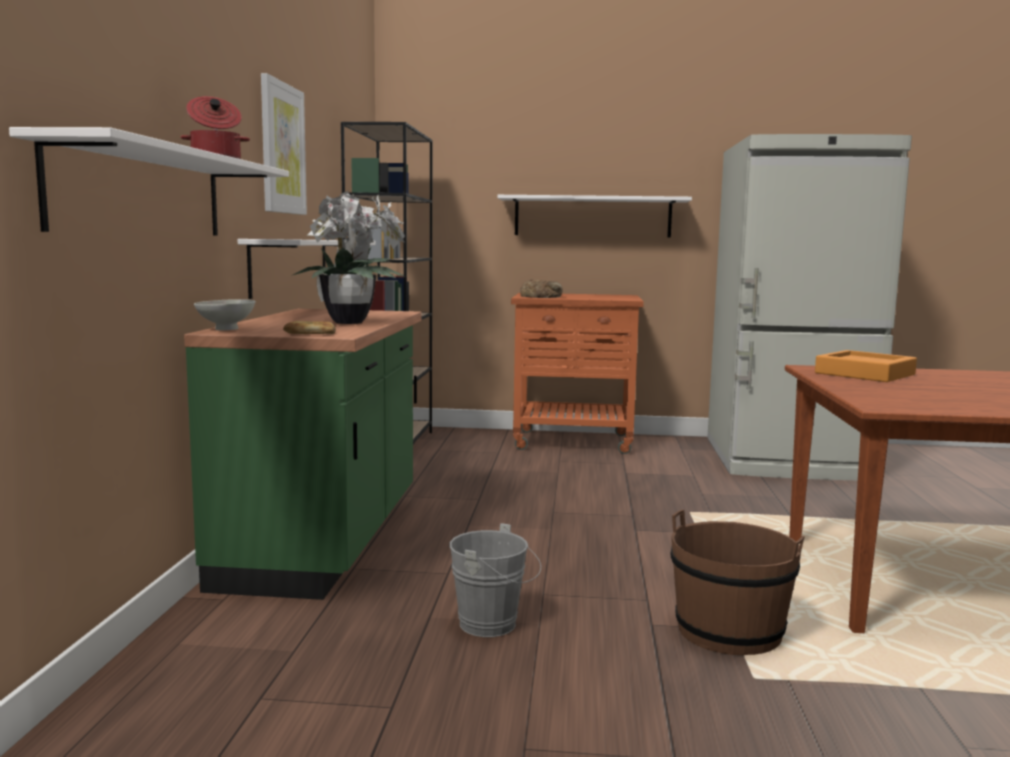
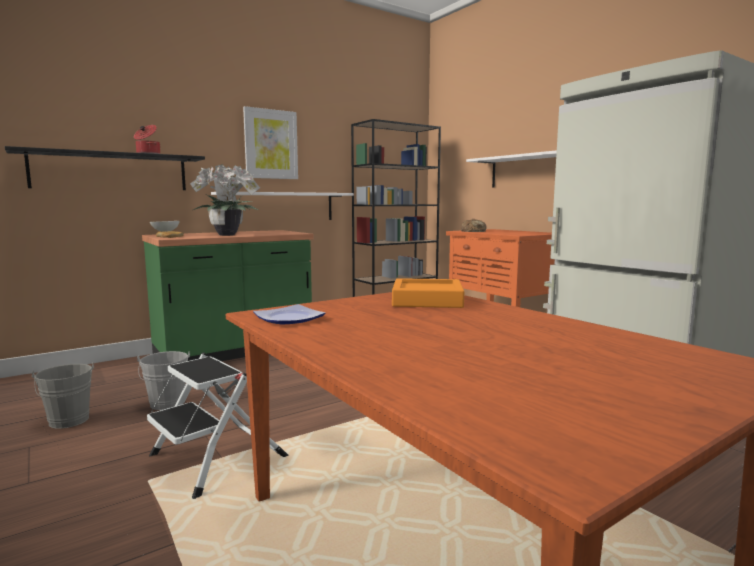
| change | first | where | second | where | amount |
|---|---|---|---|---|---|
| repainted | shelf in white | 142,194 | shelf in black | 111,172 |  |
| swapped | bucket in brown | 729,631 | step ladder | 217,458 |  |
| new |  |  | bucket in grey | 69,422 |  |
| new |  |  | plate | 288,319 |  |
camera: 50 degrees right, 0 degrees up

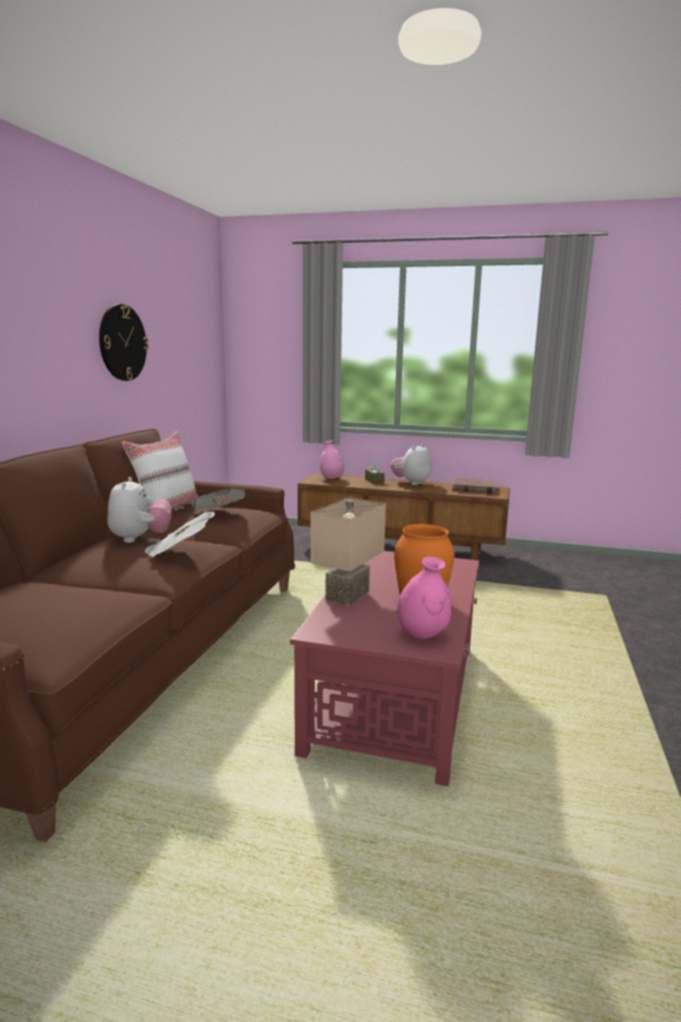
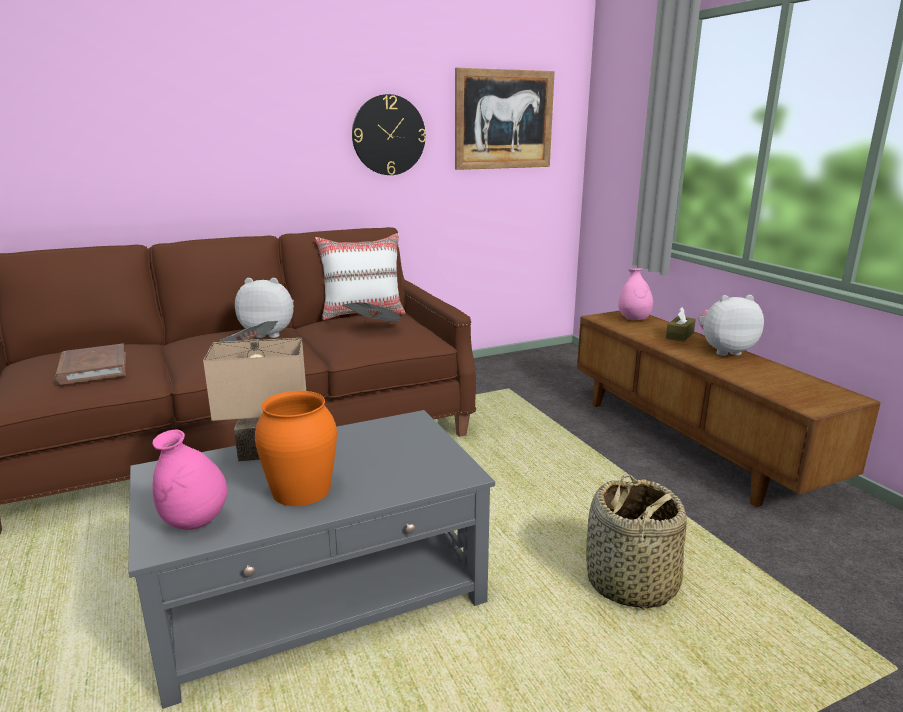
| change | first | where | second | where | amount |
|---|---|---|---|---|---|
| rotated | plush toy | 140,539 |  | 269,334 | 135 degrees counterclockwise |
| repainted | coffee table in red | 396,696 | coffee table in grey | 321,595 |  |
| shifted | book in brown | 474,488 |  | 92,368 |  |
| new |  |  | picture | 504,120 |  |
| new |  |  | basket | 630,583 |  |
camera: 50 degrees right, 5 degrees up

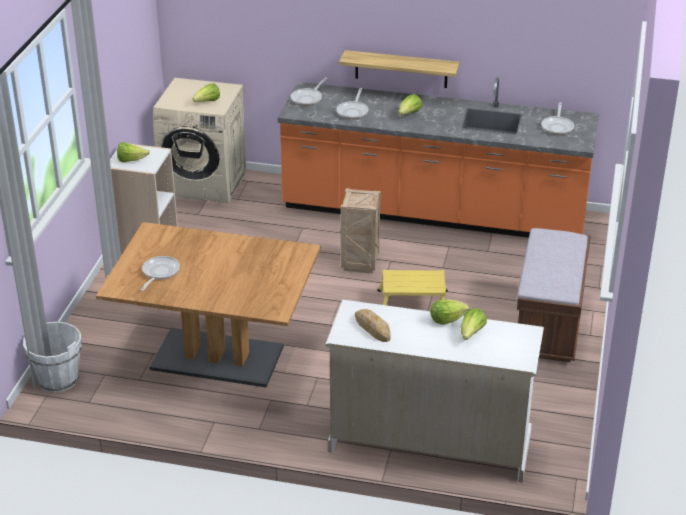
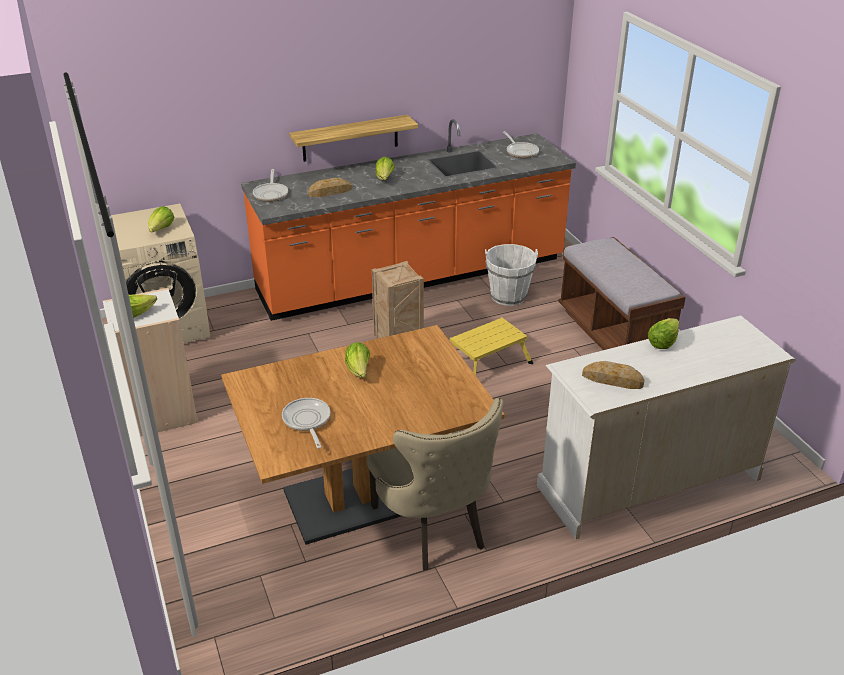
| change | first | where | second | where | amount |
|---|---|---|---|---|---|
| shifted | bucket in white | 58,379 |  | 508,296 |  |
| swapped | frying pan | 353,111 | bread | 330,192 |  |
| shifted | lettuce | 471,334 |  | 359,371 |  |
| new |  |  | chair in beige | 434,529 |  |
camera: 35 degrees left, 0 degrees up

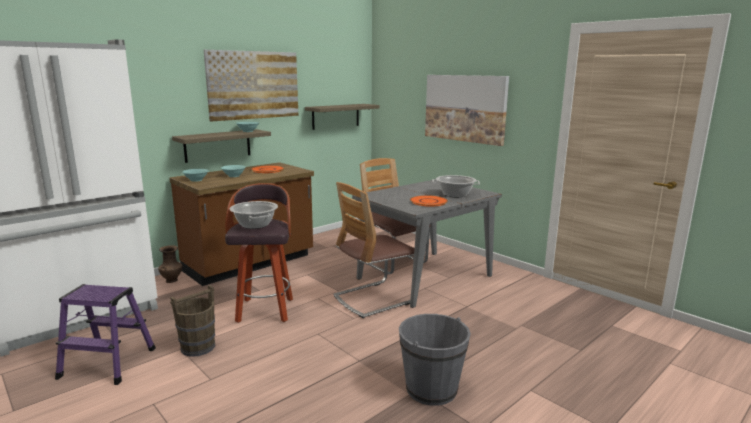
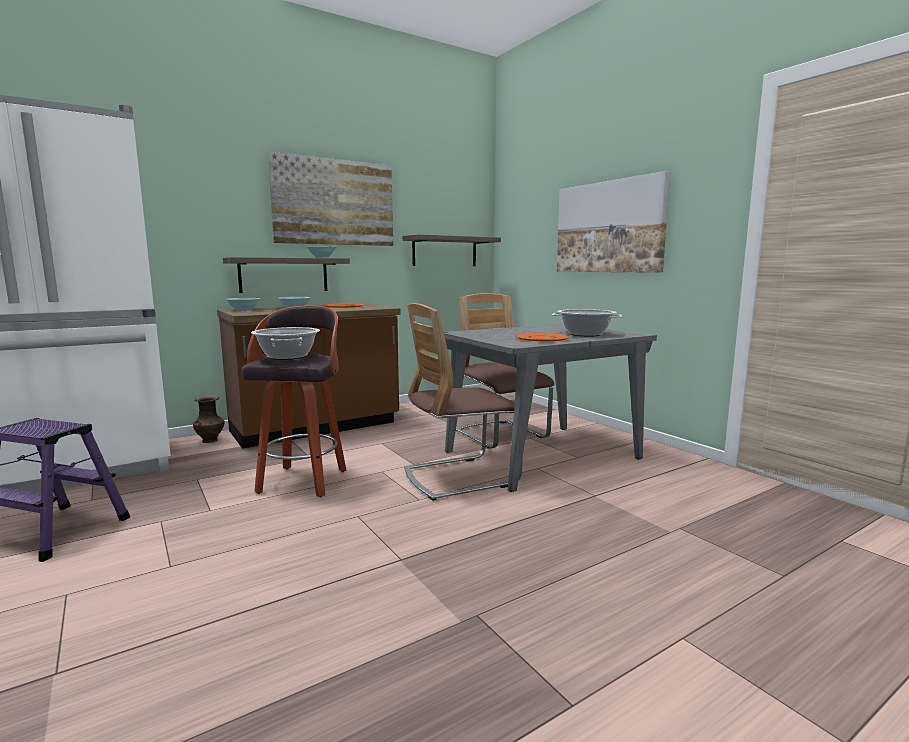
| change | first | where | second | where | amount |
|---|---|---|---|---|---|
| gone | bucket in brown | 198,347 |  |  |  |
| gone | bucket in grey | 431,389 |  |  |  |
camera: 10 degrees right, 5 degrees down

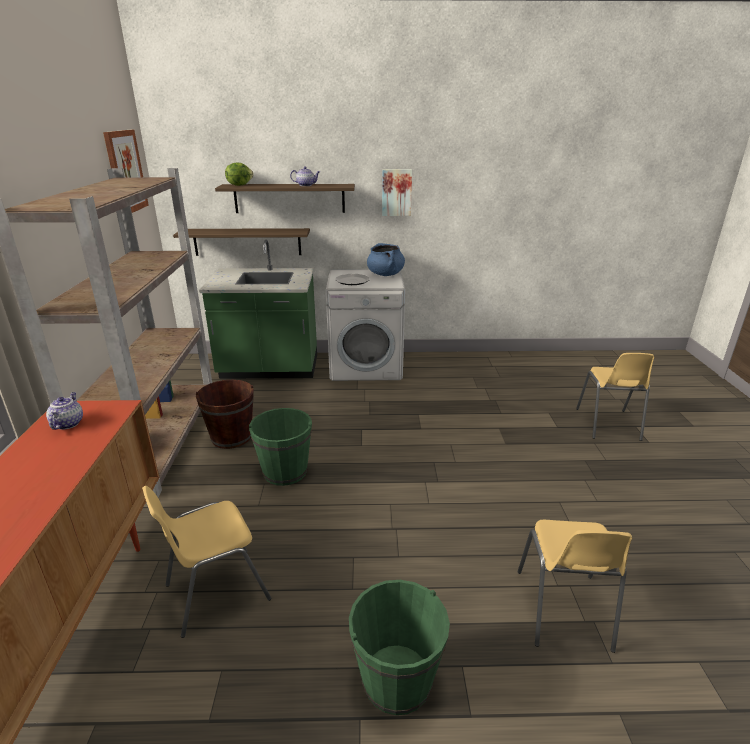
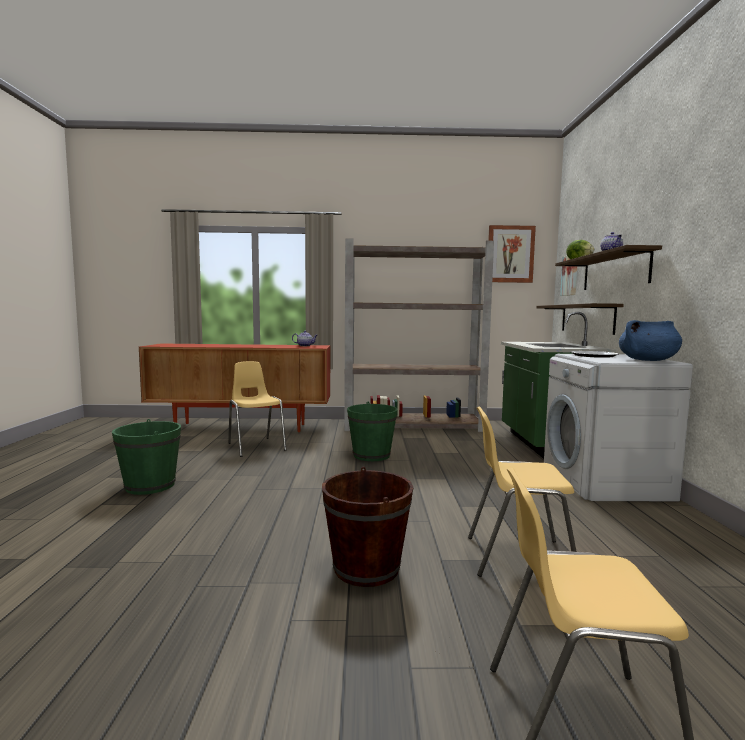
| change | first | where | second | where | amount |
|---|---|---|---|---|---|
| shifted | bucket in brown | 231,437 |  | 366,568 |  |
| shifted | picture | 396,192 |  | 570,275 |  |
| shifted | chair in yellow | 563,610 |  | 518,558 |  |
camera: 90 degrees right, 20 degrees down

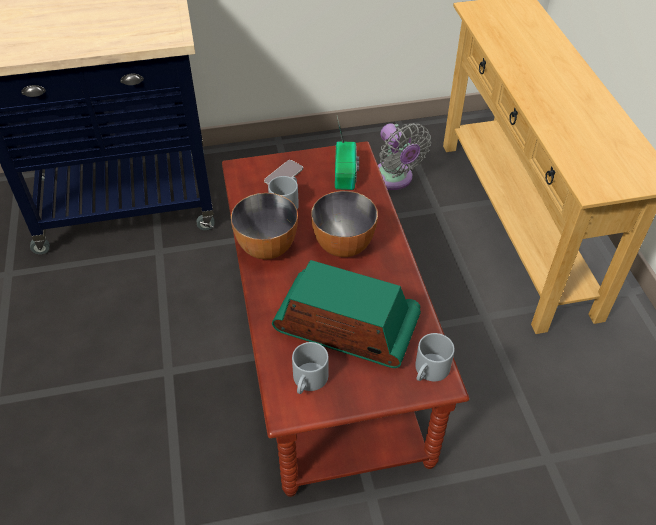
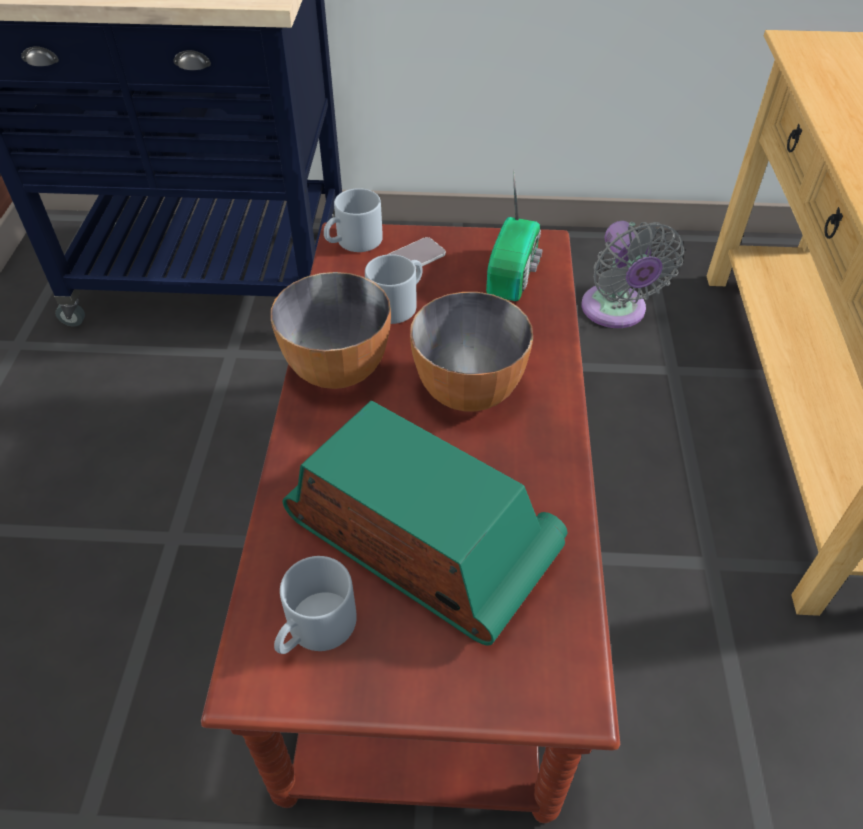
| change | first | where | second | where | amount |
|---|---|---|---|---|---|
| shifted | mug in grey | 429,371 |  | 353,242 |  |
camera: 15 degrees right, 0 degrees up

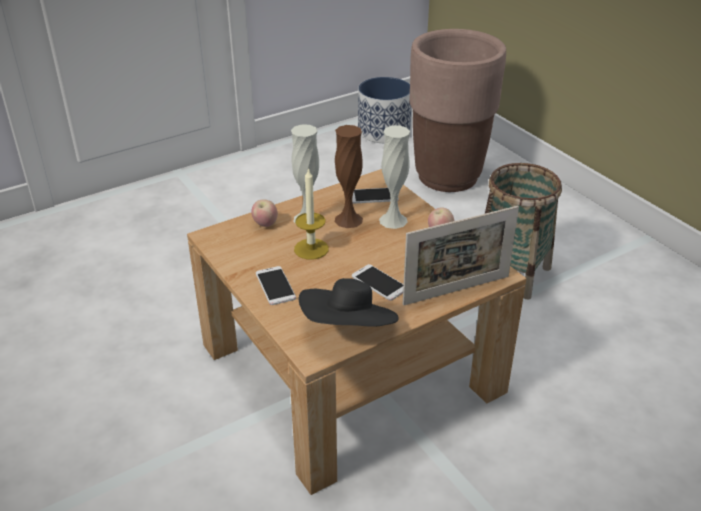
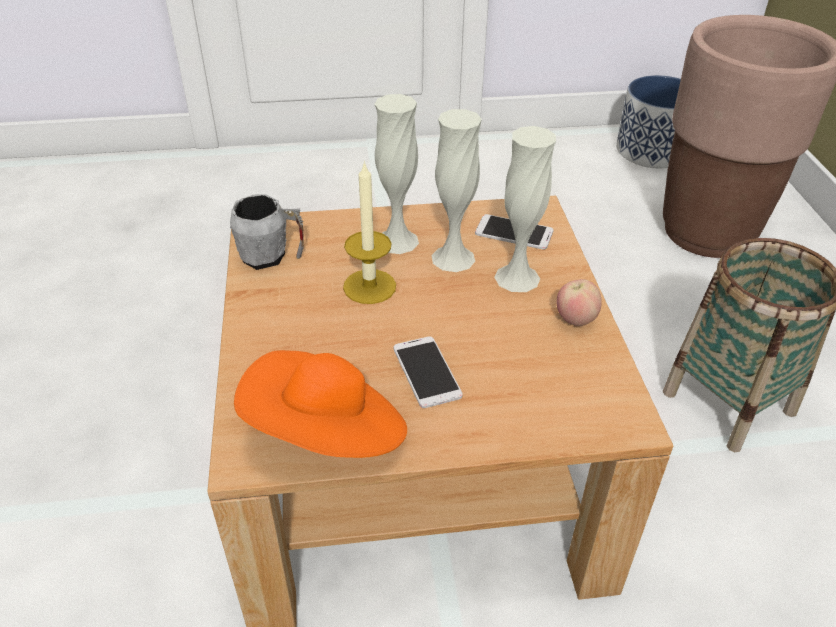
| change | first | where | second | where | amount |
|---|---|---|---|---|---|
| gone | apple | 265,224 |  |  |  |
| gone | phone | 275,286 |  |  |  |
| repainted | hat in black | 349,329 | hat in orange | 328,434 |  |
| repainted | vase in brown | 348,220 | vase in white | 453,258 |  |
| gone | picture frame | 456,290 |  |  |  |
| new |  |  | mug in grey | 272,257 |  |
camera: 25 degrees right, 5 degrees up

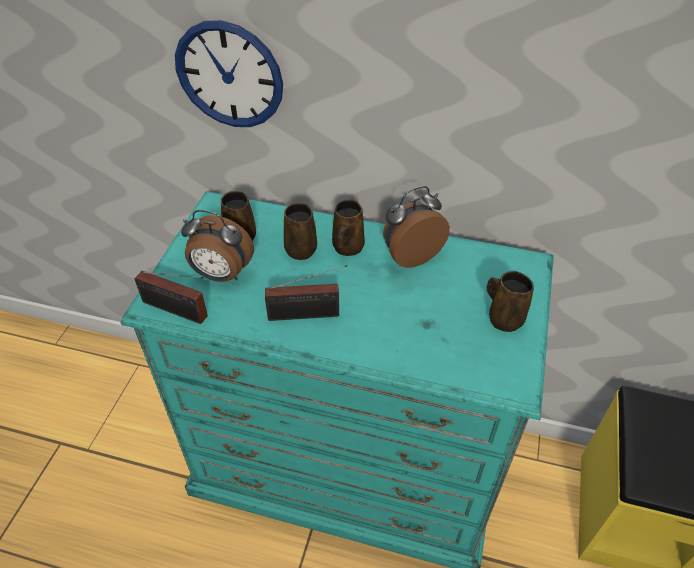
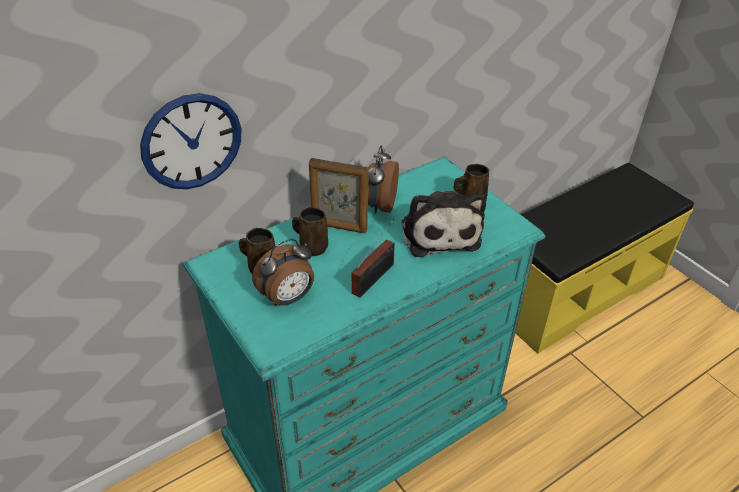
| change | first | where | second | where | amount |
|---|---|---|---|---|---|
| gone | radio | 178,311 |  |  |  |
| swapped | mug in brown | 347,248 | picture frame | 339,227 |  |
| new |  |  | plush toy | 439,232 |  |
camera: 50 degrees left, 5 degrees down

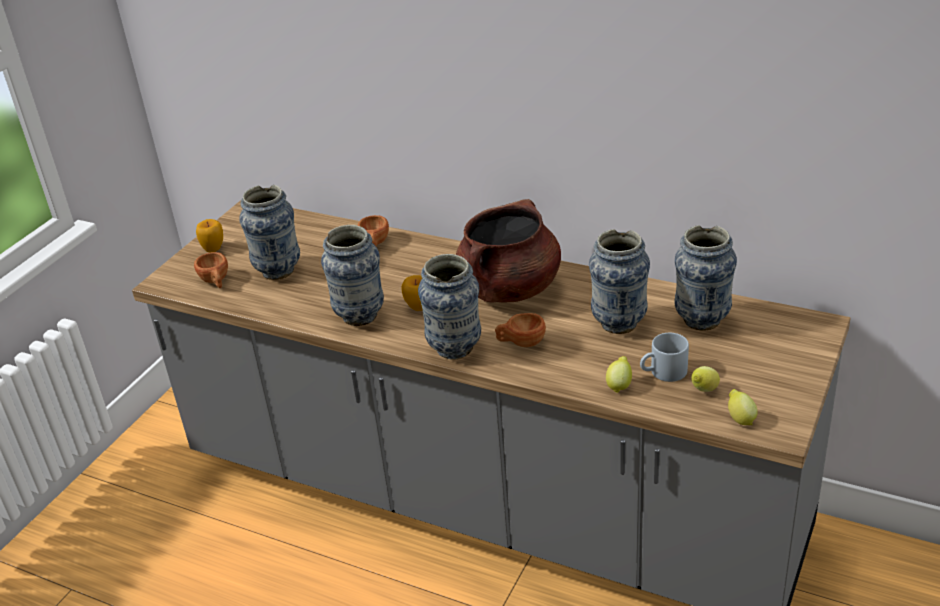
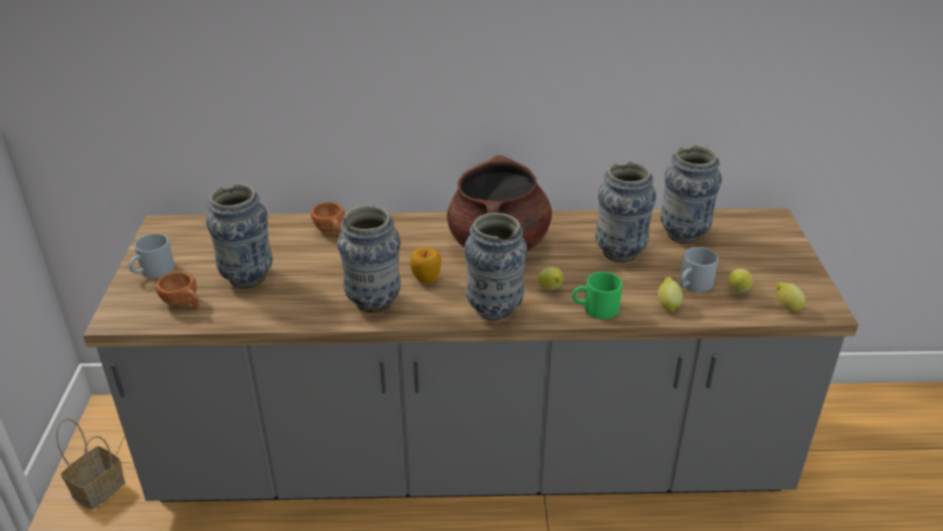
| change | first | where | second | where | amount |
|---|---|---|---|---|---|
| swapped | apple | 213,249 | mug in grey | 153,271 |  |
| swapped | cup in brown | 521,343 | lemon | 551,290 |  |
| new |  |  | basket | 99,487 |  |
| new |  |  | mug in green | 595,309 |  |
camera: 30 degrees left, 0 degrees up

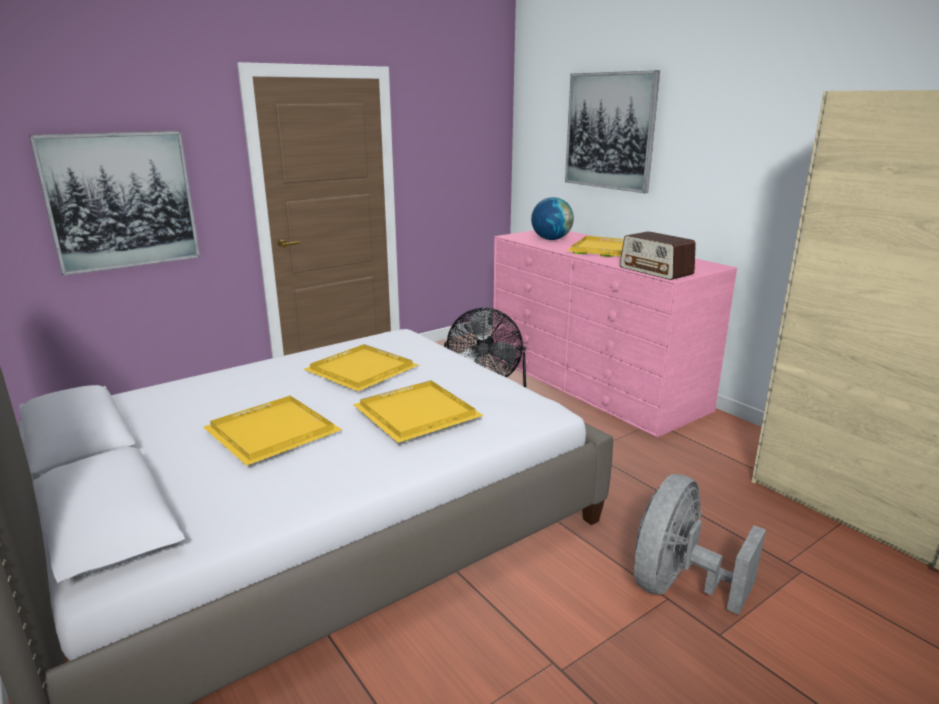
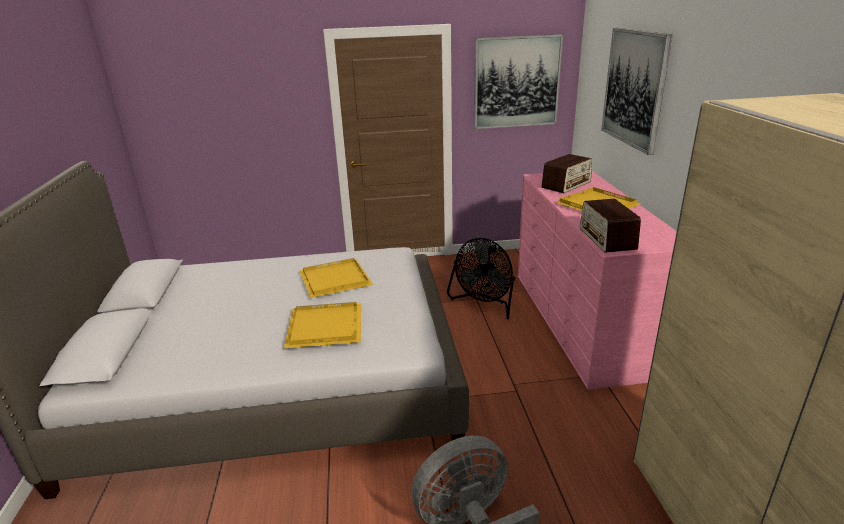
| change | first | where | second | where | amount |
|---|---|---|---|---|---|
| shifted | picture | 121,201 |  | 516,82 |  |
| gone | tray in yellow | 275,432 |  |  |  |
| swapped | globe | 551,239 | radio | 566,185 |  |
camera: 30 degrees right, 5 degrees up

